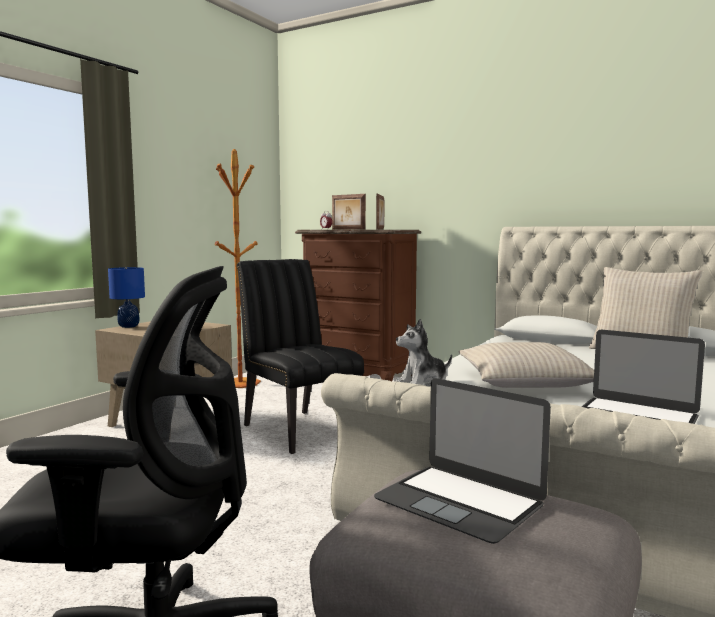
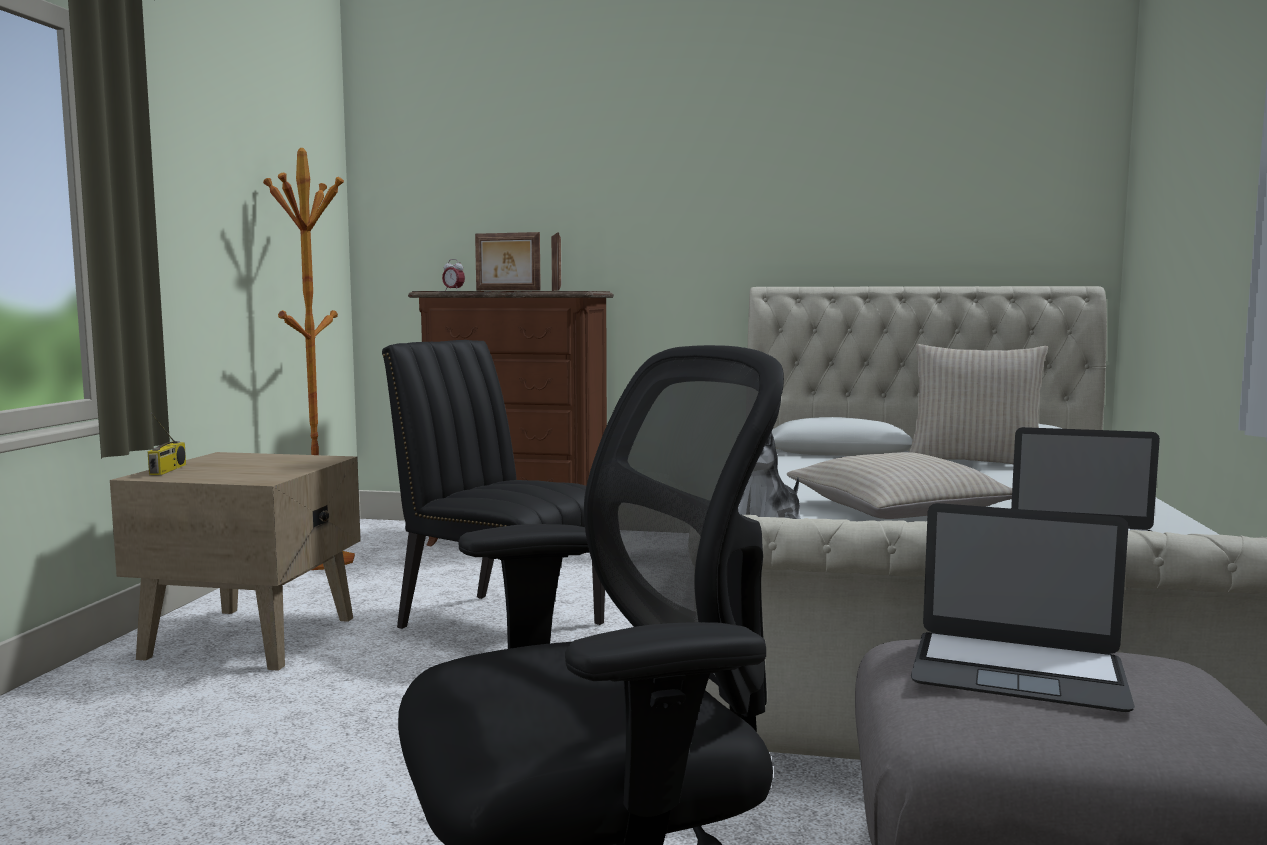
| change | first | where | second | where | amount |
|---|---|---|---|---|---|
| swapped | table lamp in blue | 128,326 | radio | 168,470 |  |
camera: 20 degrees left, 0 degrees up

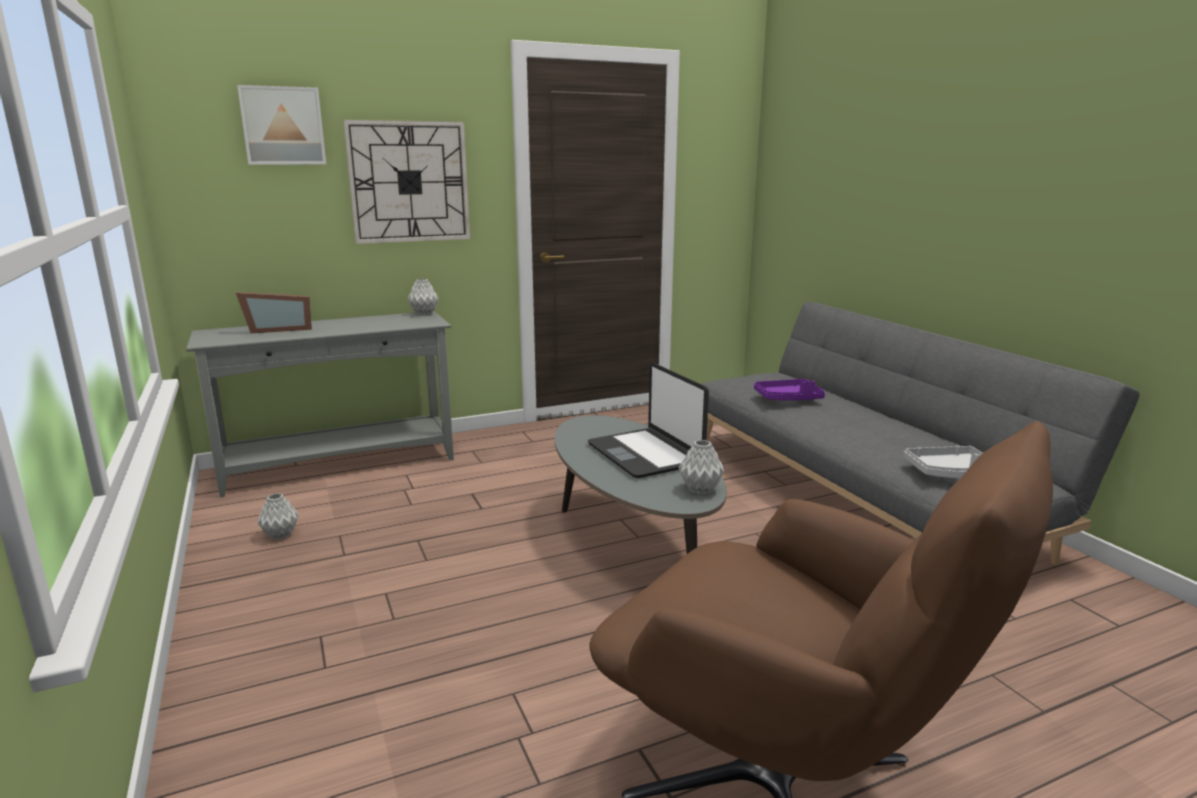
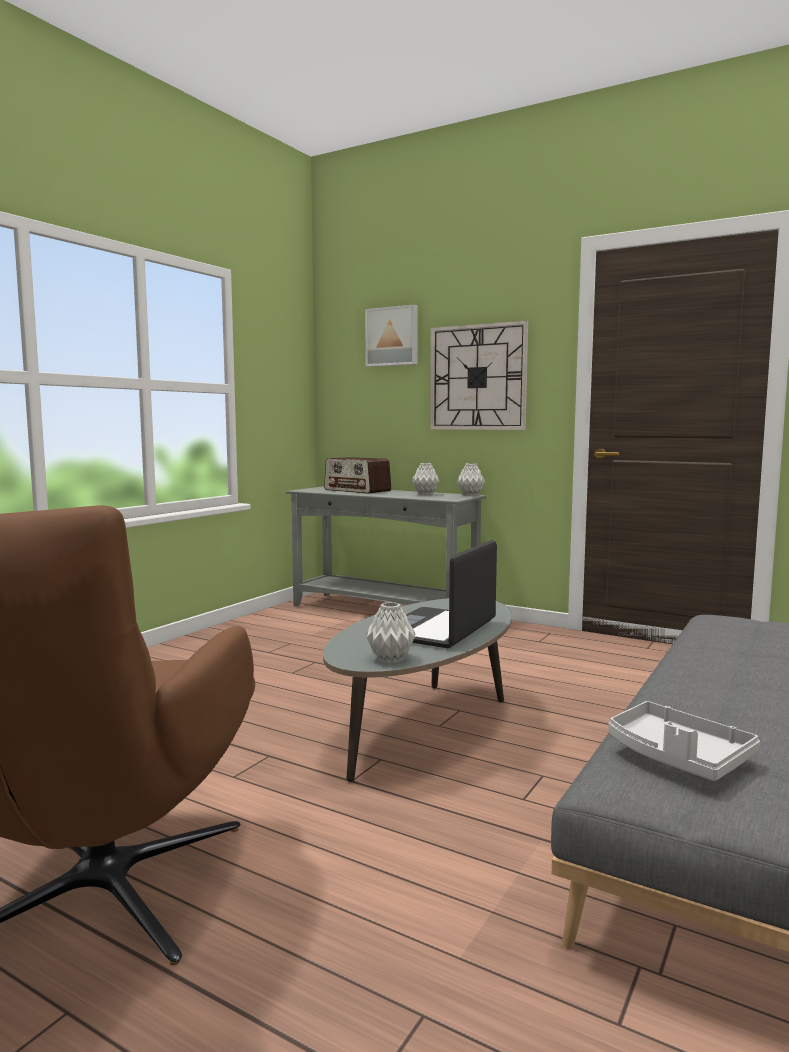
| change | first | where | second | where | amount |
|---|---|---|---|---|---|
| swapped | picture frame | 278,329 | radio | 357,490 |  |
| shifted | vase in grey | 280,535 |  | 425,494 |  |
| gone | tray in purple | 788,399 |  |  |  |
camera: 55 degrees right, 10 degrees down

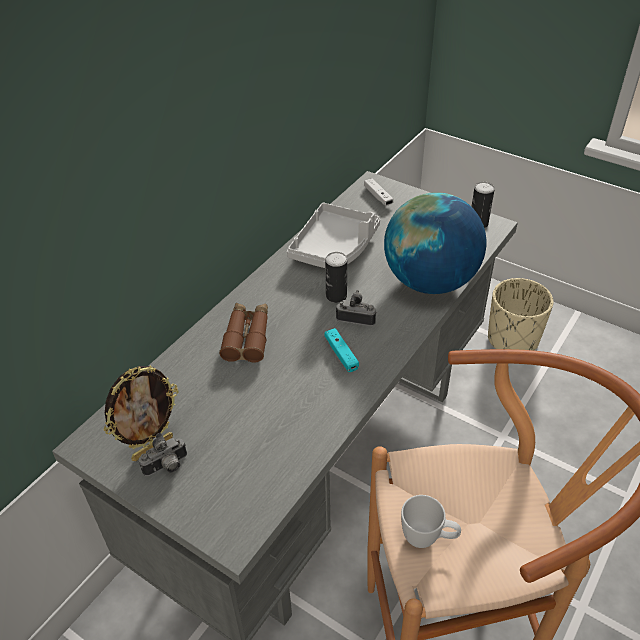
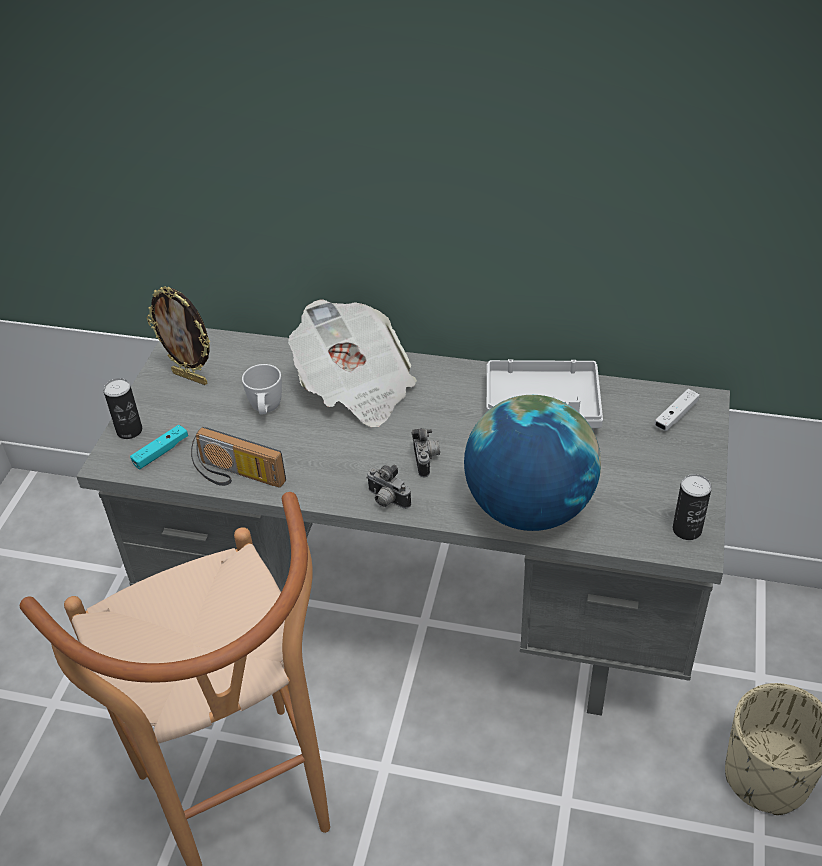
| change | first | where | second | where | amount |
|---|---|---|---|---|---|
| shifted | photo camera | 167,467 |  | 386,500 |  |
| swapped | binoculars in brown | 247,337 | newspaper | 355,387 |  |
| shifted | can | 336,296 |  | 129,430 |  |
| shifted | game controller in turquoise | 341,354 |  | 161,452 |  |
| shifted | mug in white | 428,538 |  | 266,411 |  |
| new |  |  | radio | 236,476 |  |
camera: 70 degrees right, 0 degrees up

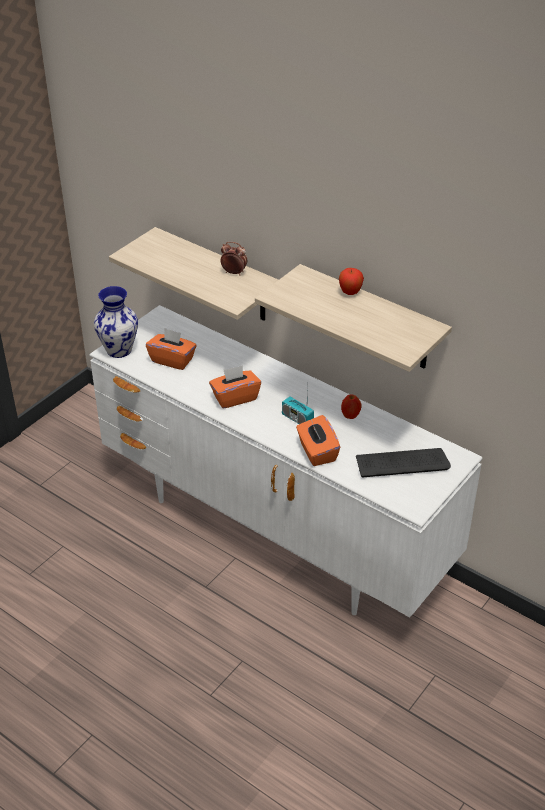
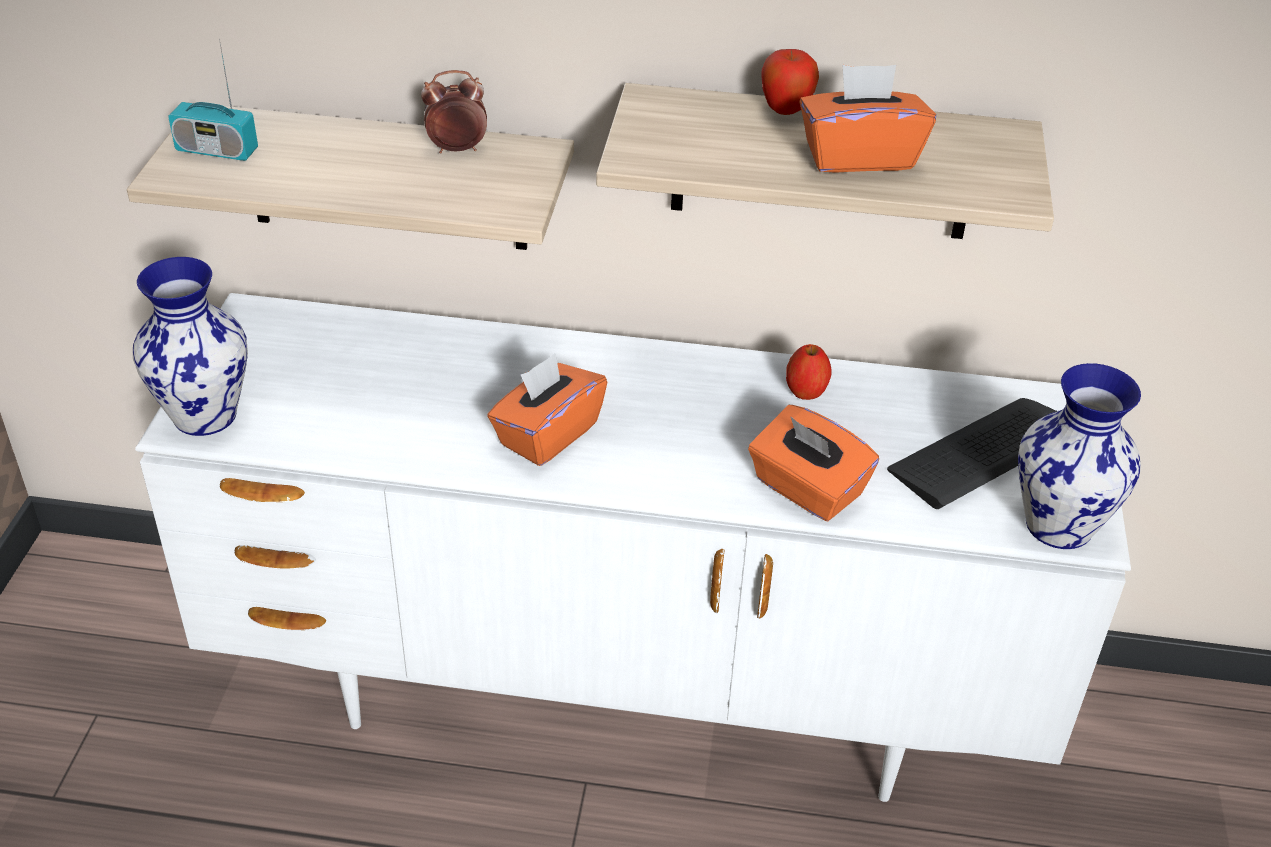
| change | first | where | second | where | amount |
|---|---|---|---|---|---|
| shifted | tissue box in orange | 172,360 |  | 859,156 |  |
| shifted | radio | 297,419 |  | 217,150 |  |
| new |  |  | vase | 1060,525 |  |
camera: 30 degrees left, 0 degrees up

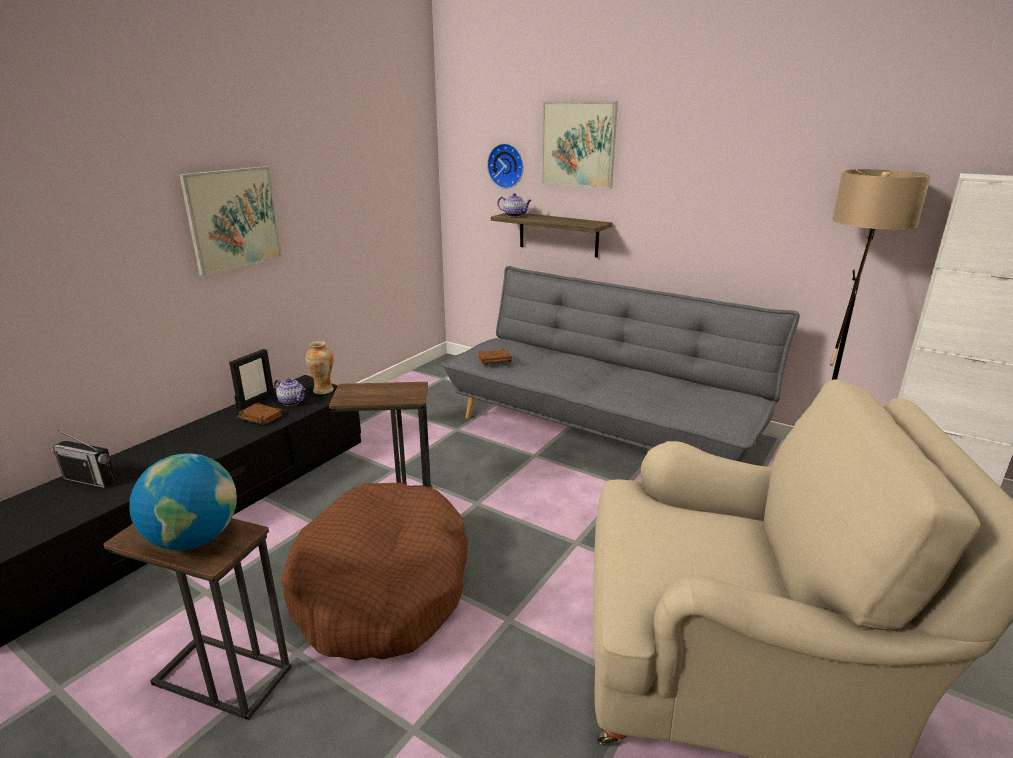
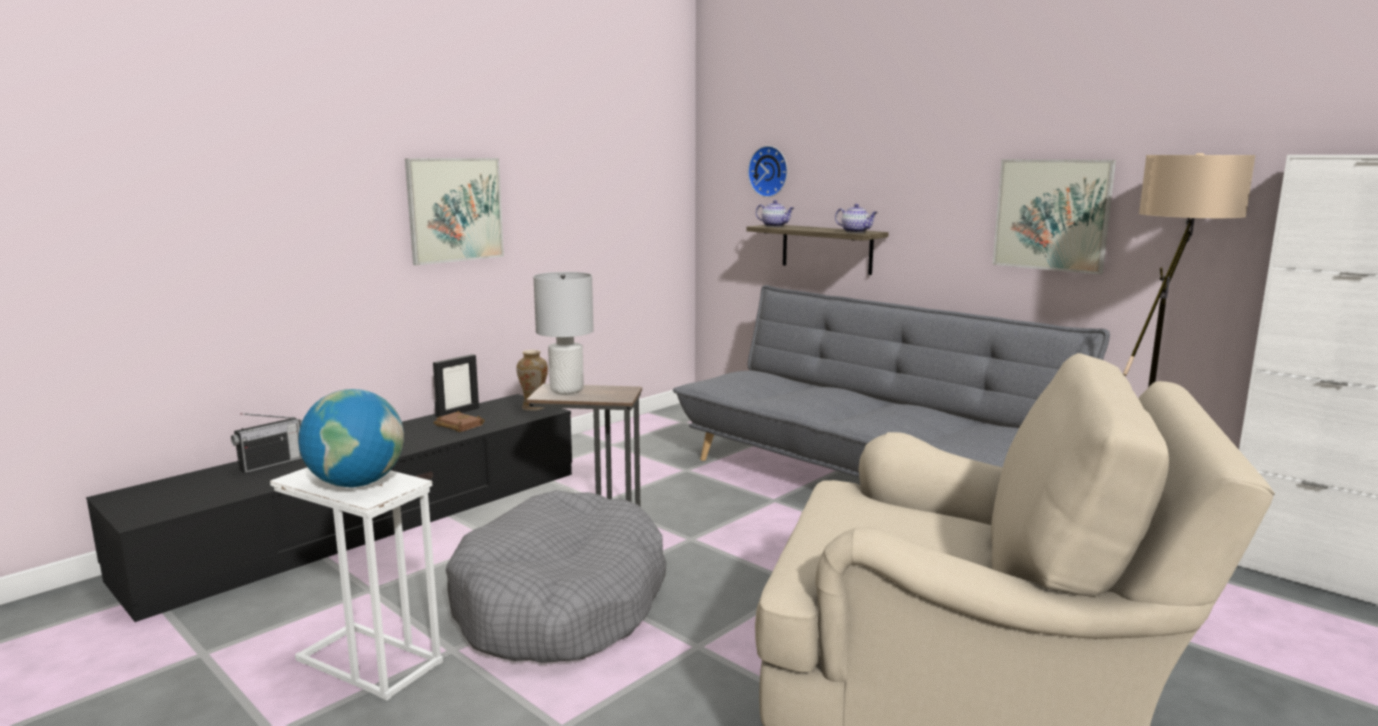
| change | first | where | second | where | amount |
|---|---|---|---|---|---|
| rotated | radio | 90,480 |  | 272,464 | 75 degrees counterclockwise |
| repainted | side table in brown | 224,675 | side table in white | 371,661 |  |
| shifted | teapot | 292,402 |  | 856,232 |  |
| repainted | dog bed in brown | 383,587 | dog bed in grey | 561,604 |  |
| gone | book in brown | 494,360 |  |  |  |
| shifted | picture | 578,144 |  | 1052,215 |  |
| new |  |  | table lamp in grey | 567,392 |  |
camera: 10 degrees right, 10 degrees down

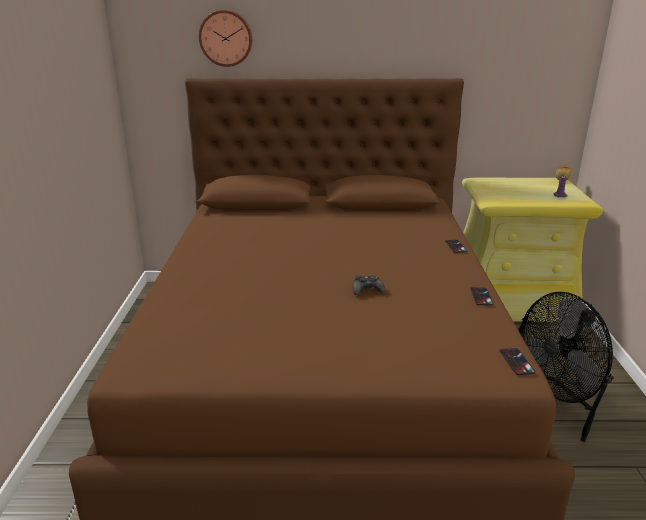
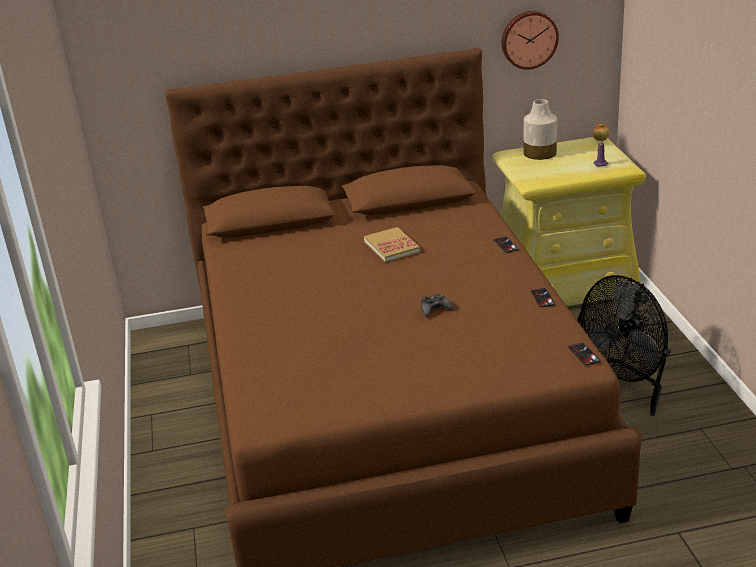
| change | first | where | second | where | amount |
|---|---|---|---|---|---|
| shifted | wall clock | 226,38 |  | 528,39 |  |
| new |  |  | book | 392,247 |  |
| new |  |  | vase in beige | 539,152 |  |
camera: 10 degrees left, 5 degrees up

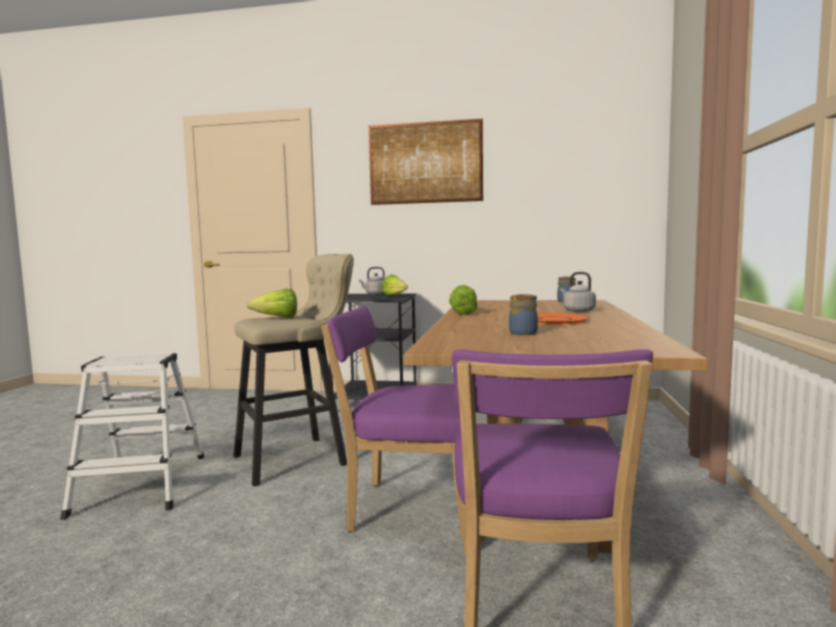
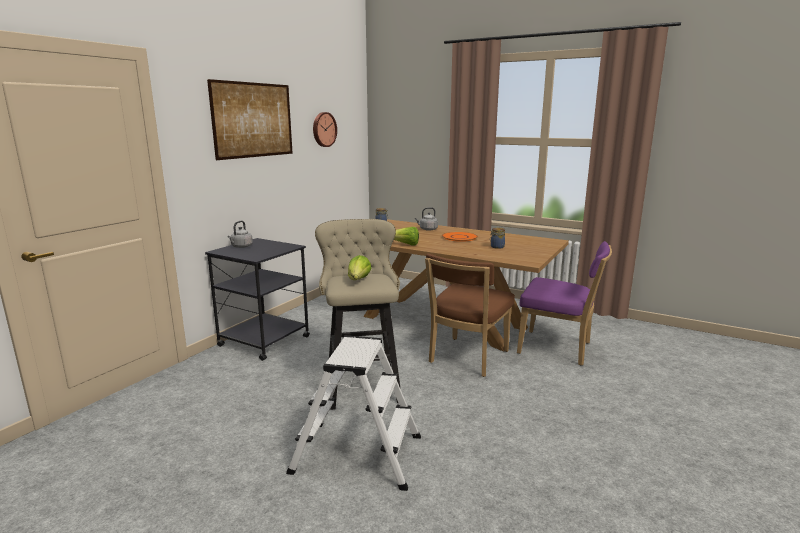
| change | first | where | second | where | amount |
|---|---|---|---|---|---|
| repainted | chair in purple | 408,508 | chair in brown | 466,358 |  |
| gone | lettuce | 395,296 |  |  |  |
| new |  |  | wall clock | 323,129 |  |
camera: 70 degrees left, 10 degrees up

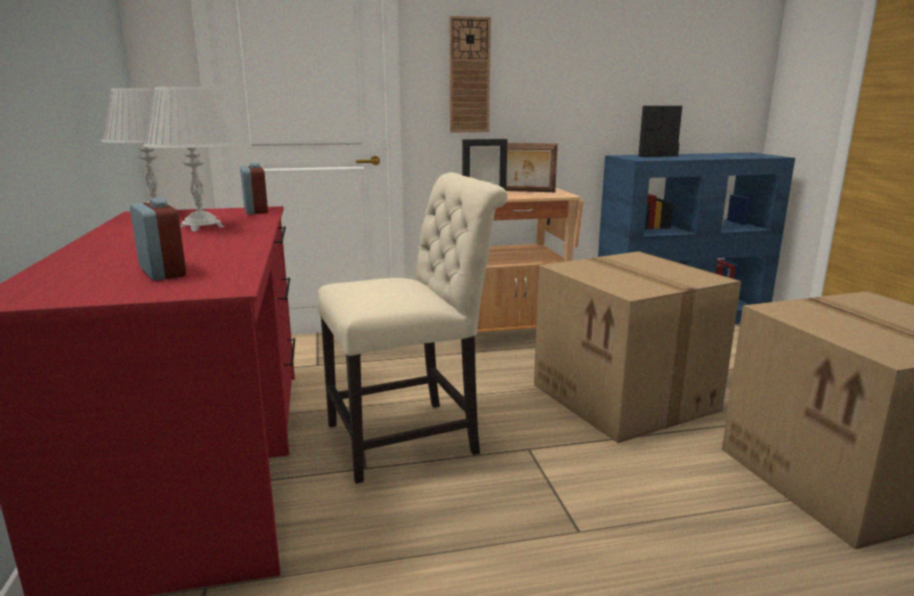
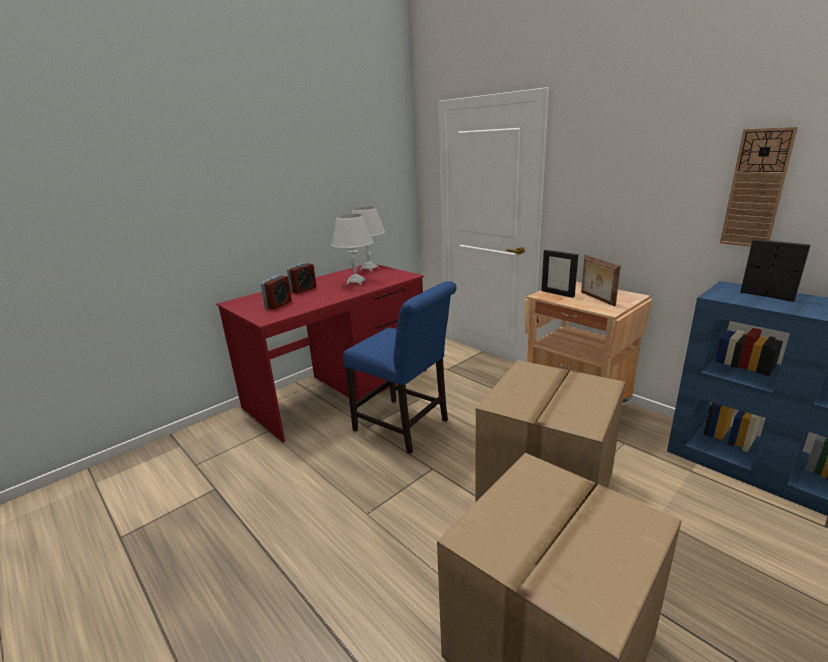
| change | first | where | second | where | amount |
|---|---|---|---|---|---|
| shifted | alarm clock | 256,210 |  | 303,290 |  |
| repainted | chair in beige | 412,438 | chair in blue | 405,427 |  |
| shifted | wall clock | 469,76 |  | 756,189 |  |
camera: 60 degrees right, 5 degrees up

